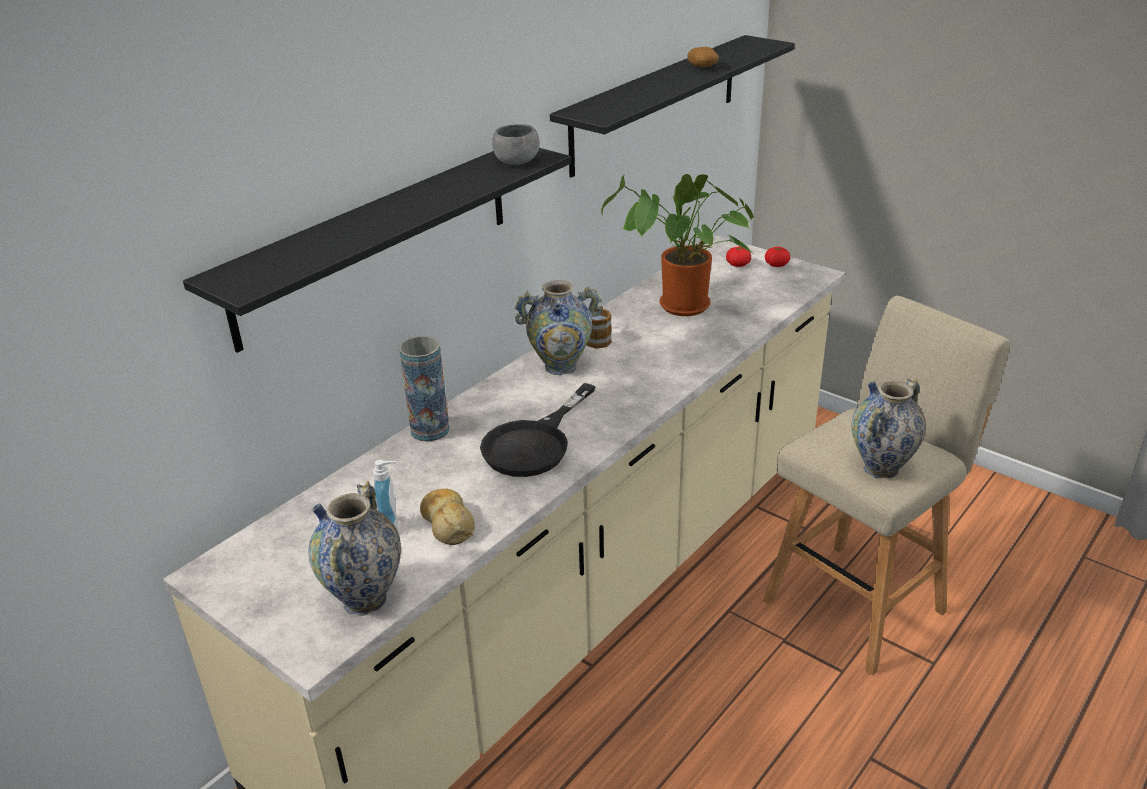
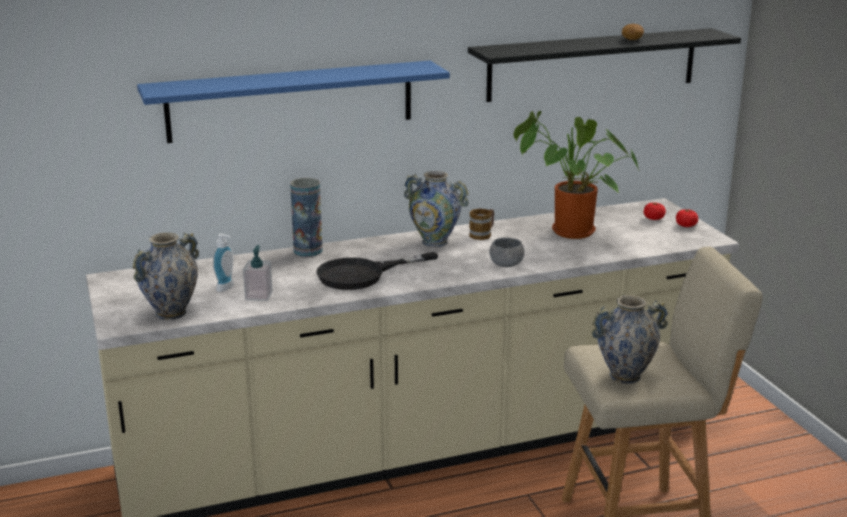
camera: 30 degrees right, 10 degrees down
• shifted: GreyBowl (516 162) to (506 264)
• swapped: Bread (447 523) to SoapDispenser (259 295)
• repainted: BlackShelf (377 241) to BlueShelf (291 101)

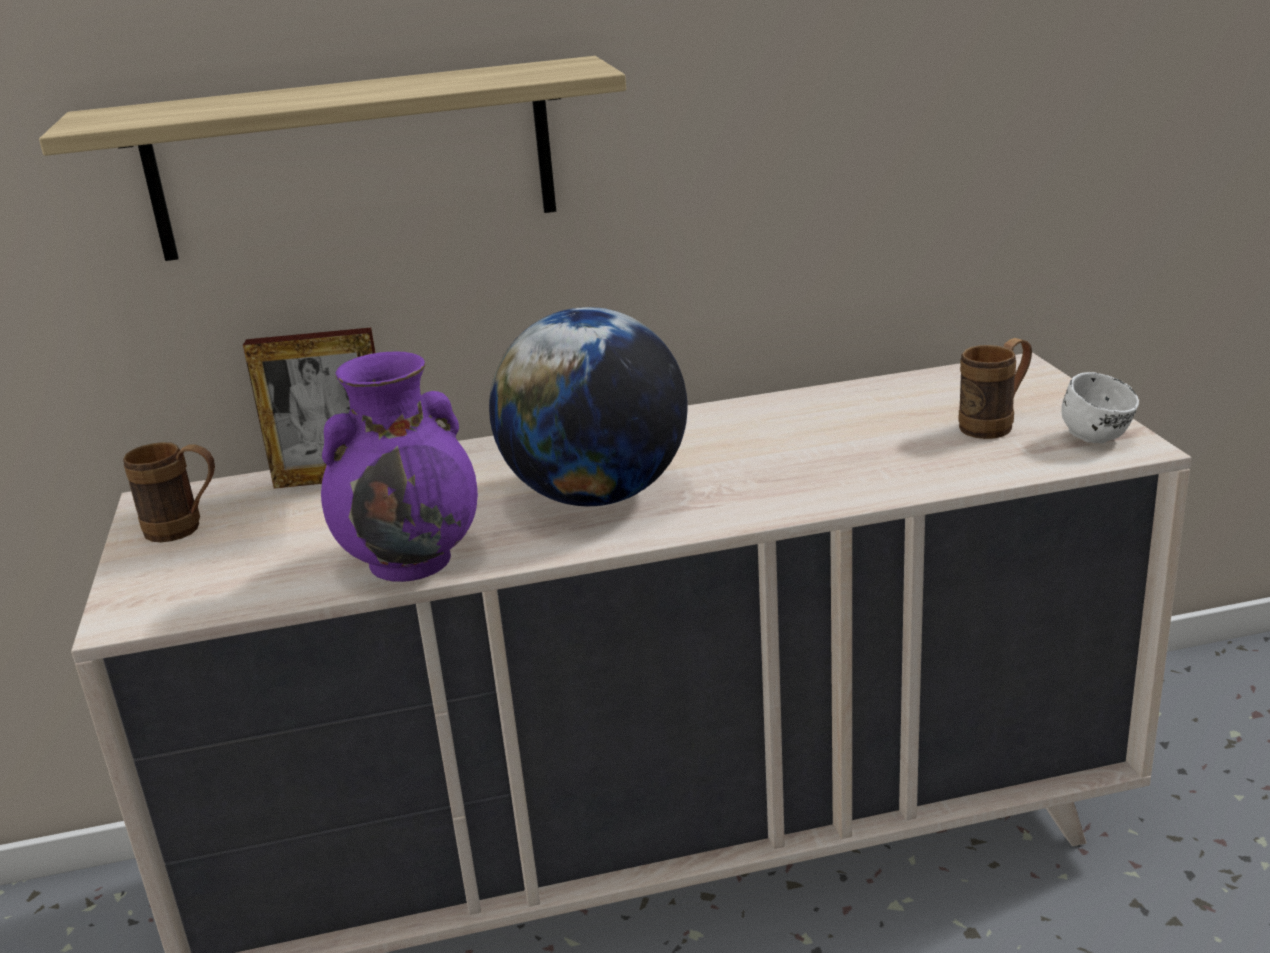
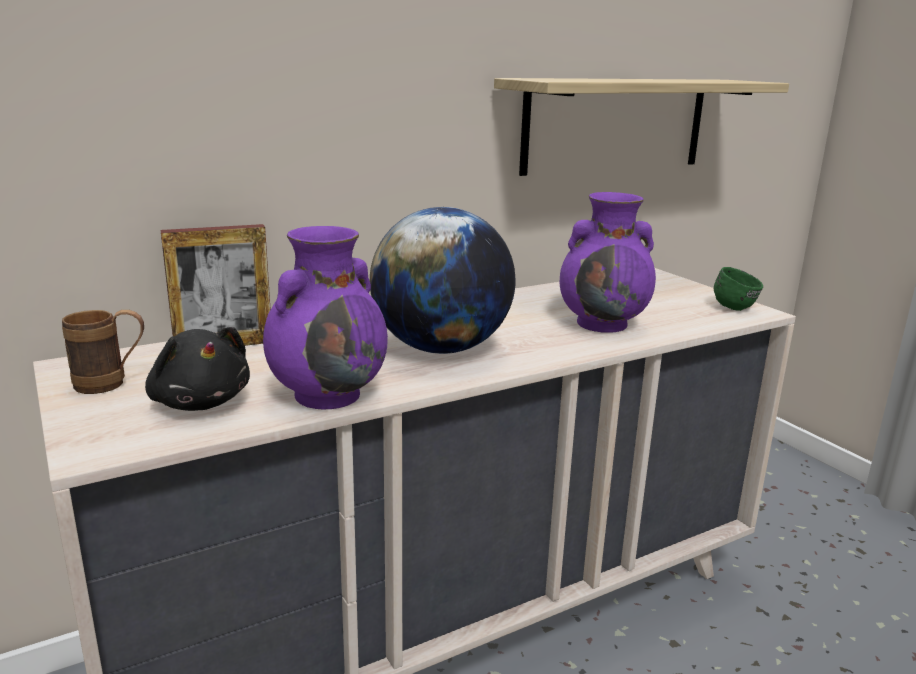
camera: 20 degrees left, 5 degrees down
• gone: BrownMug (995 425)
• new: BlackPlushToy (200 402)
• new: PurpleVase (603 324)
• shifted: Shelf (353 160) to (616 125)
• repainted: WhiteMug (1103 435) to GreenMug (737 306)

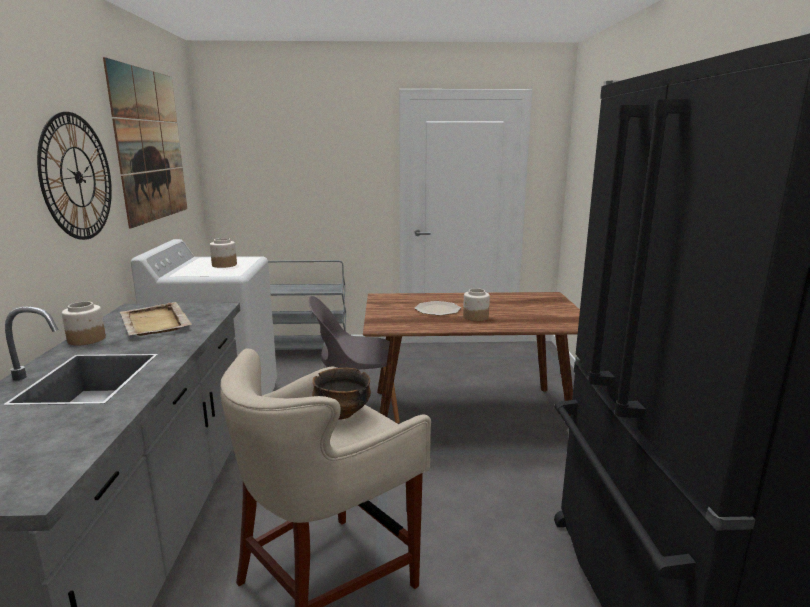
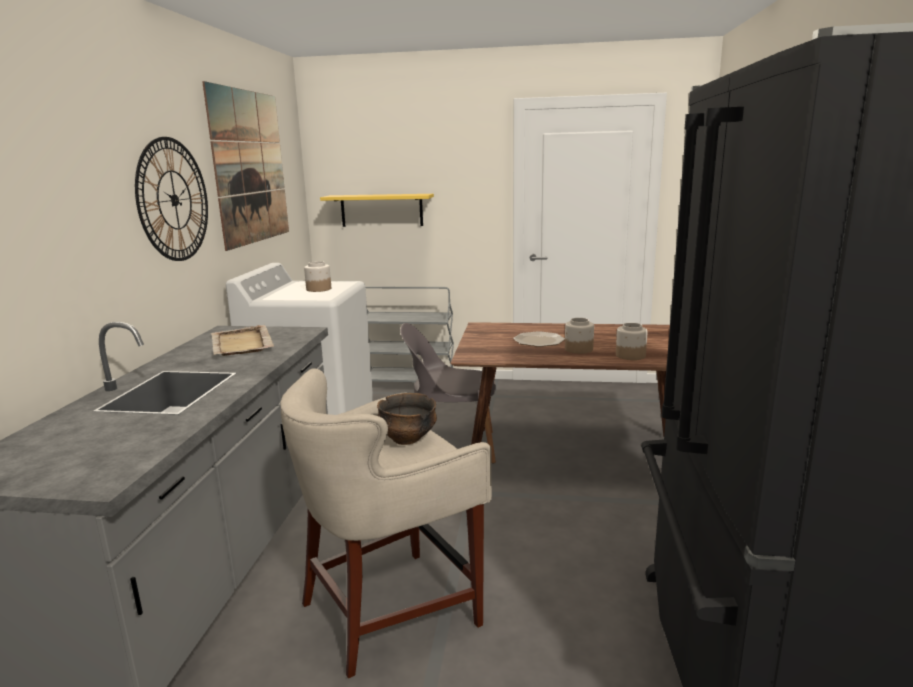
camera: 10 degrees right, 0 degrees up
• new: YellowShelf (381 210)
• shifted: Jar (86 339) to (630 355)

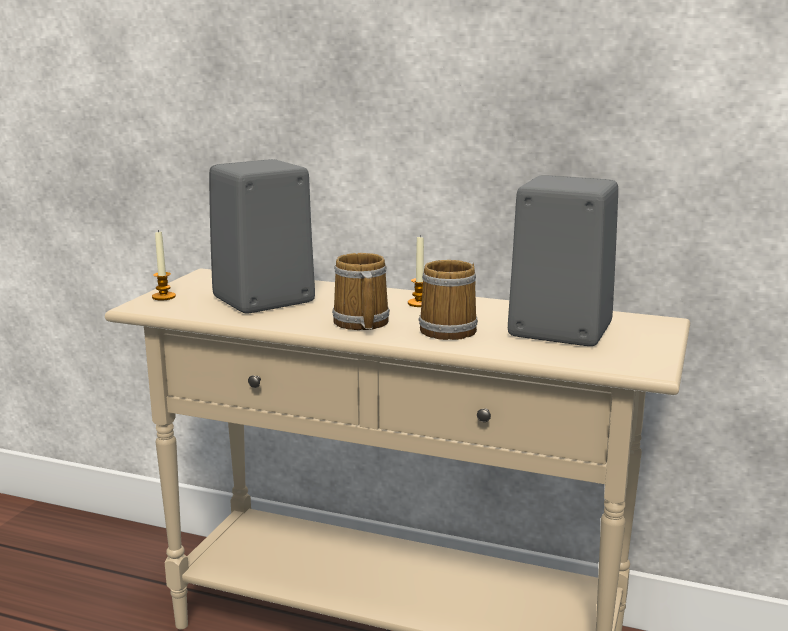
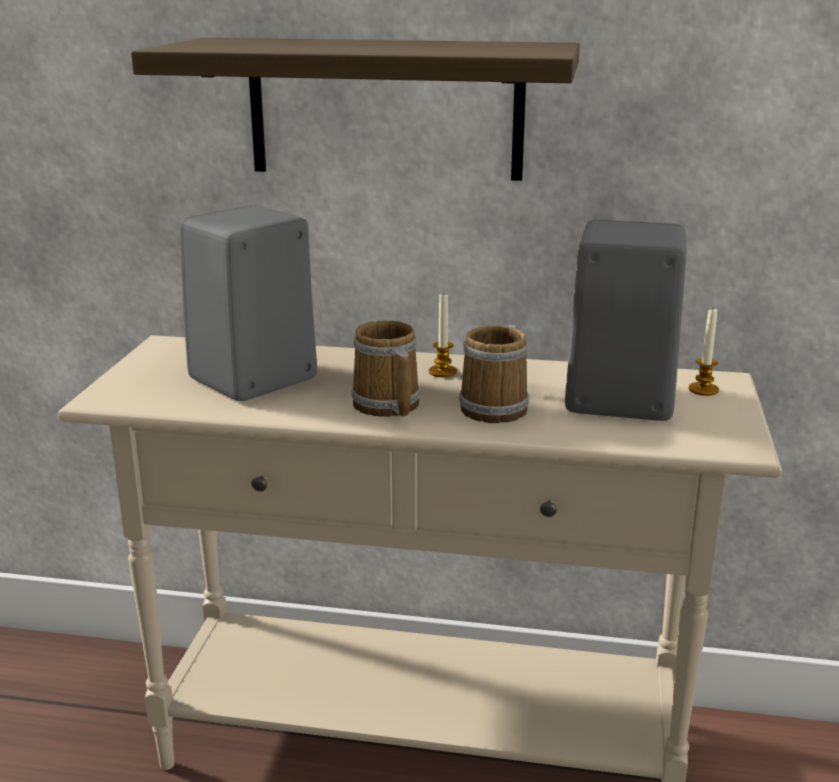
camera: 10 degrees left, 5 degrees up
• new: Shelf (385 109)
• shifted: Candle (163 297) to (703 390)

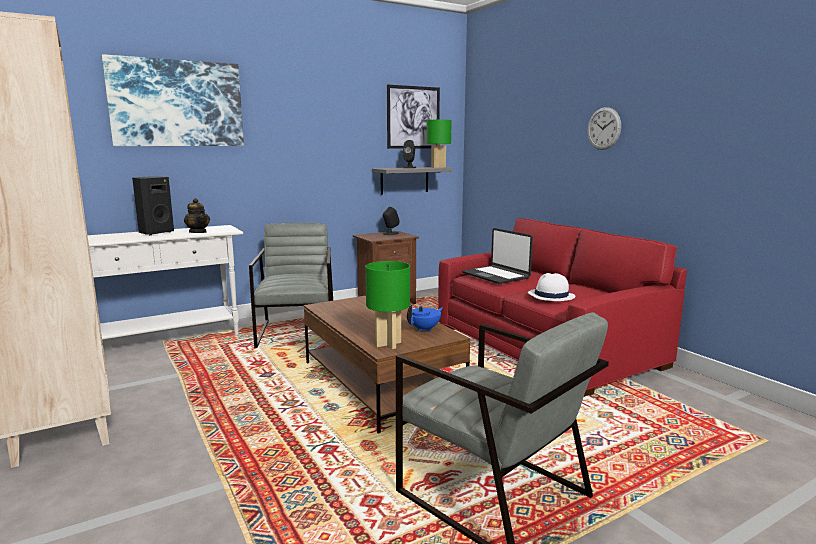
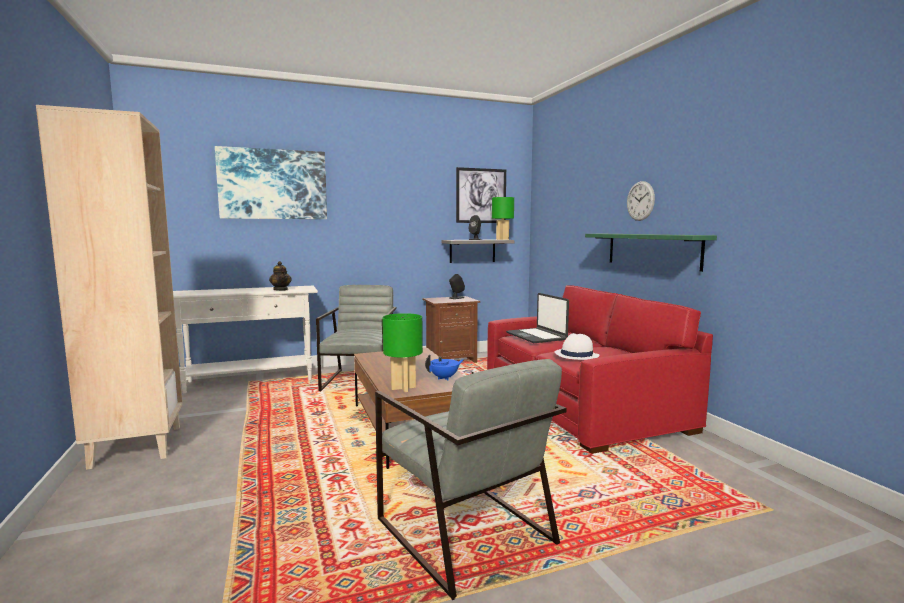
camera: 10 degrees right, 5 degrees down
• gone: BlackSpeaker (155 233)
• new: GreenShelf (652 250)

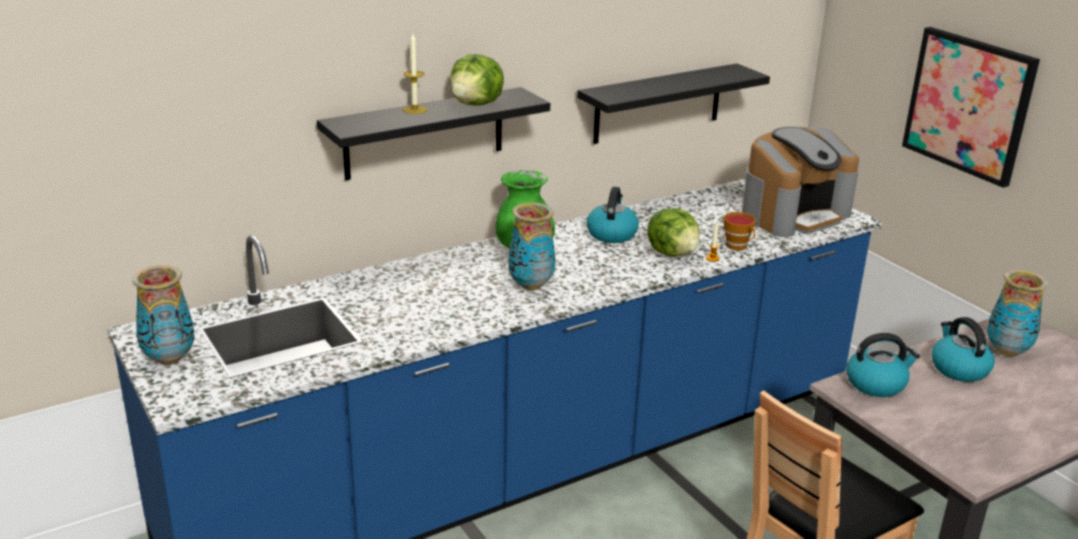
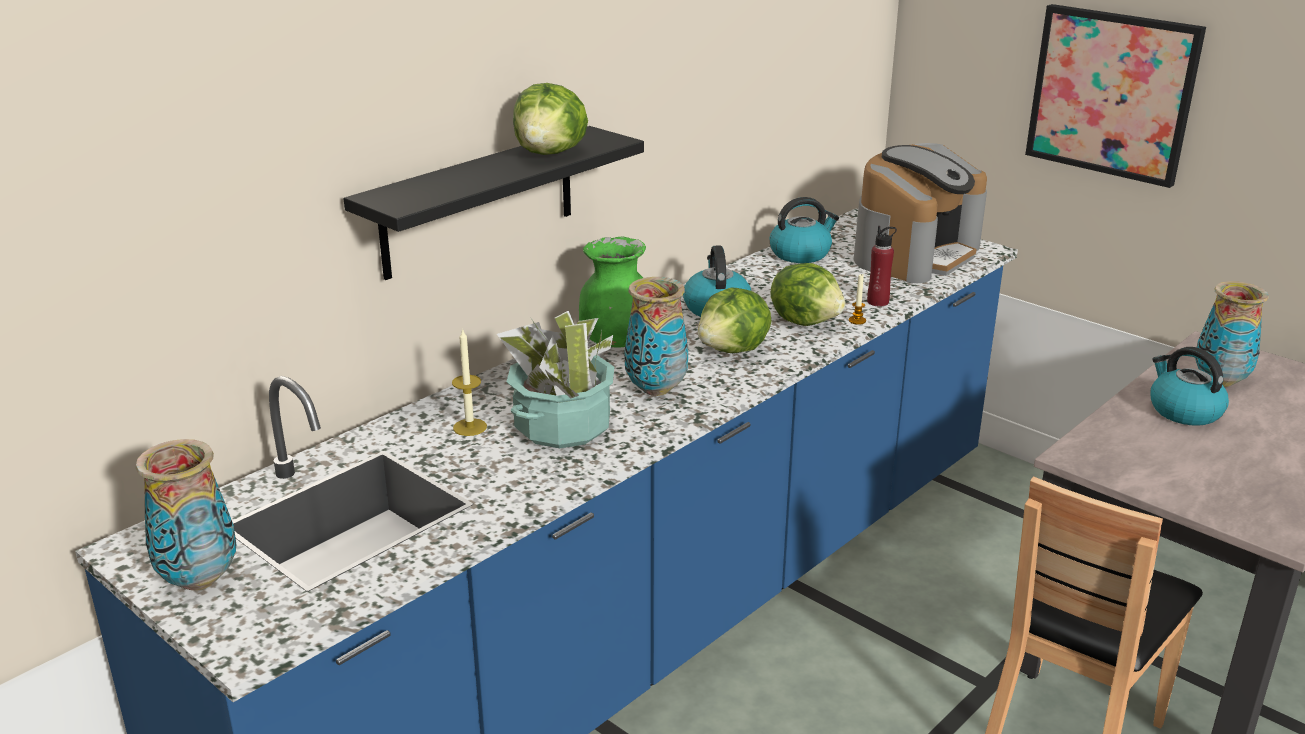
camera: 15 degrees left, 0 degrees up
• gone: BlackShelf (658 103)
• new: PottedPlant (562 427)
• new: Lettuce (734 350)
• shifted: Candle (415 110) to (470 427)
• shifted: Kettle (876 383) to (801 253)
• swapped: Cup (738 246) to RedBottle (878 302)

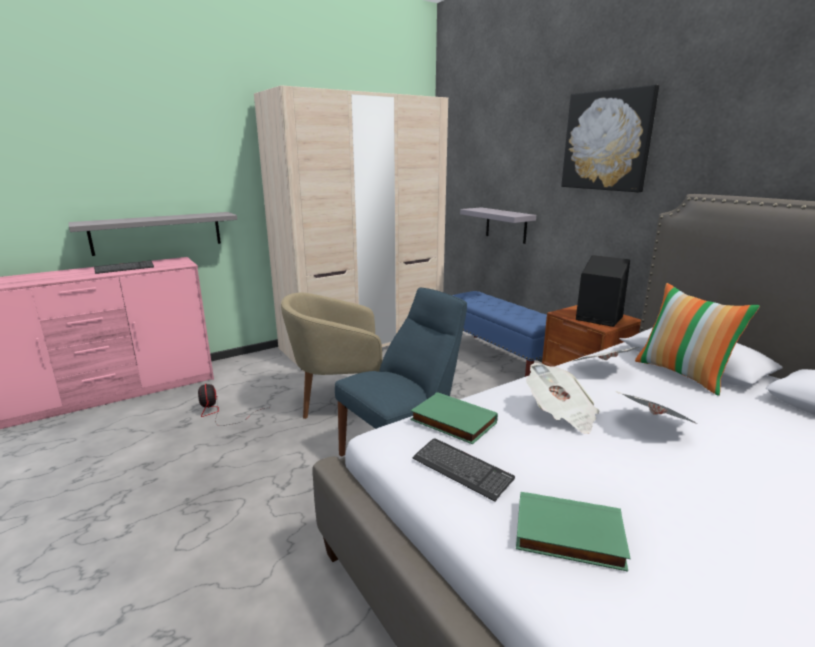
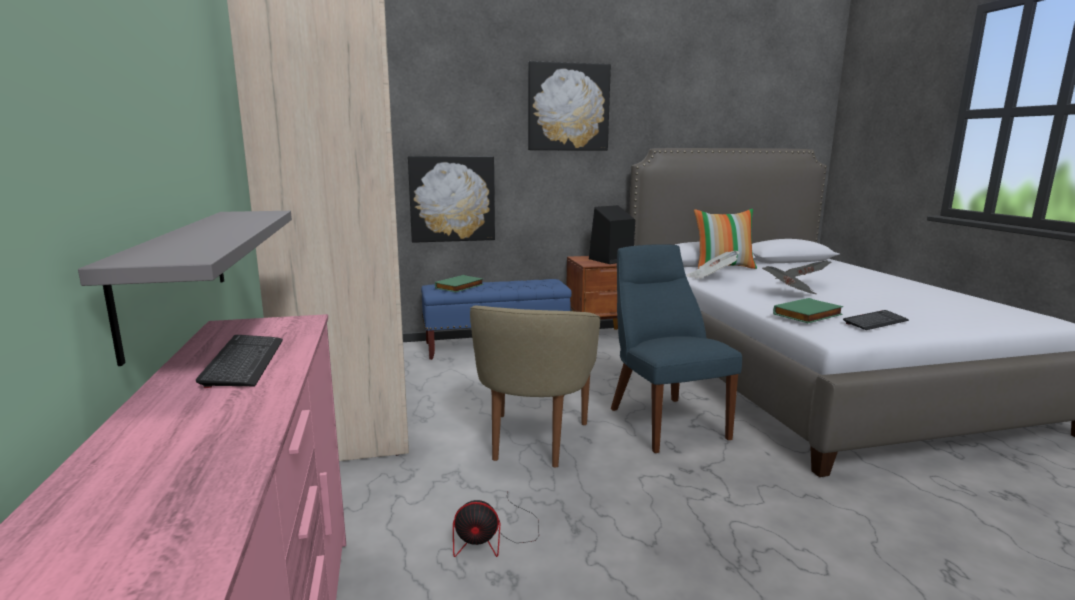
camera: 70 degrees left, 5 degrees down
• shifted: GreenBook (568 536) to (460 287)
• swapped: GreyShelf (506 225) to Picture (452 199)

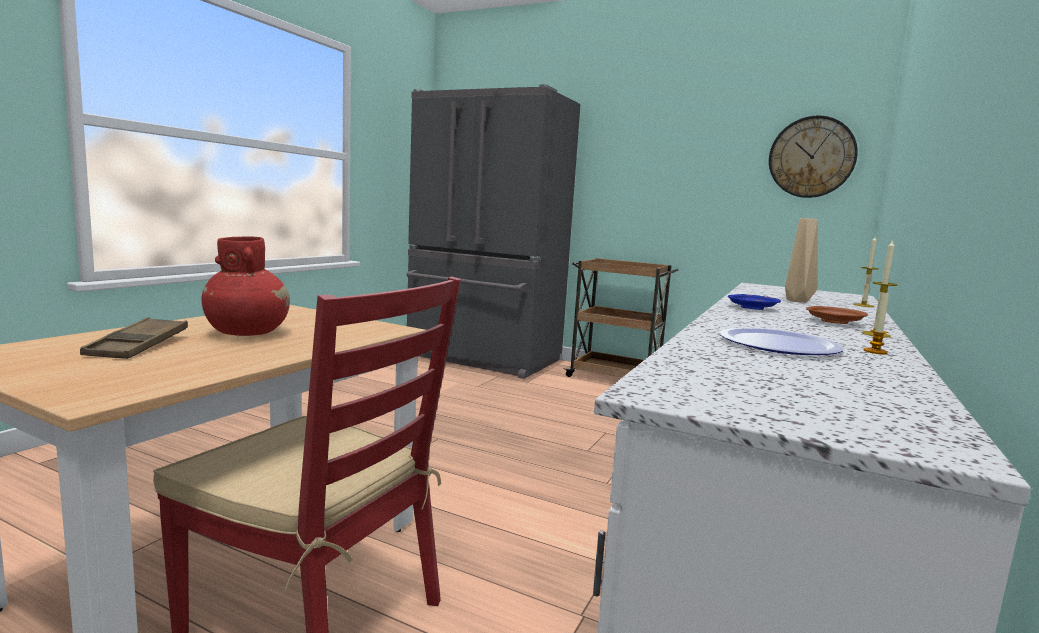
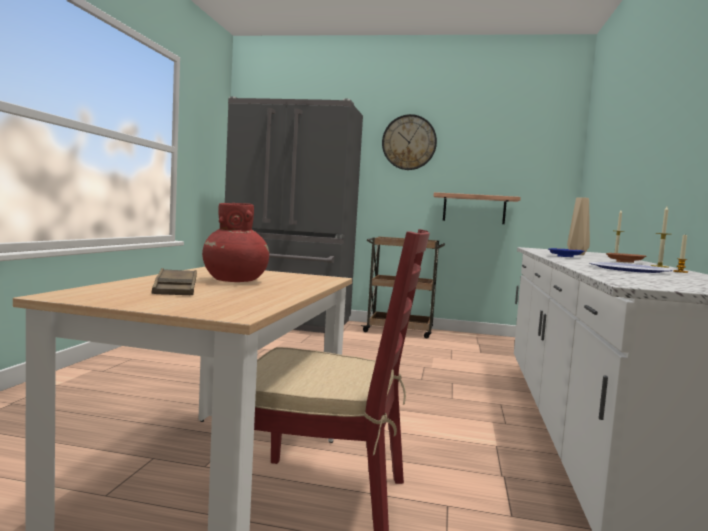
camera: 15 degrees left, 5 degrees down
• new: Shelf (474 209)
• shifted: WallClock (811 157) to (409 142)

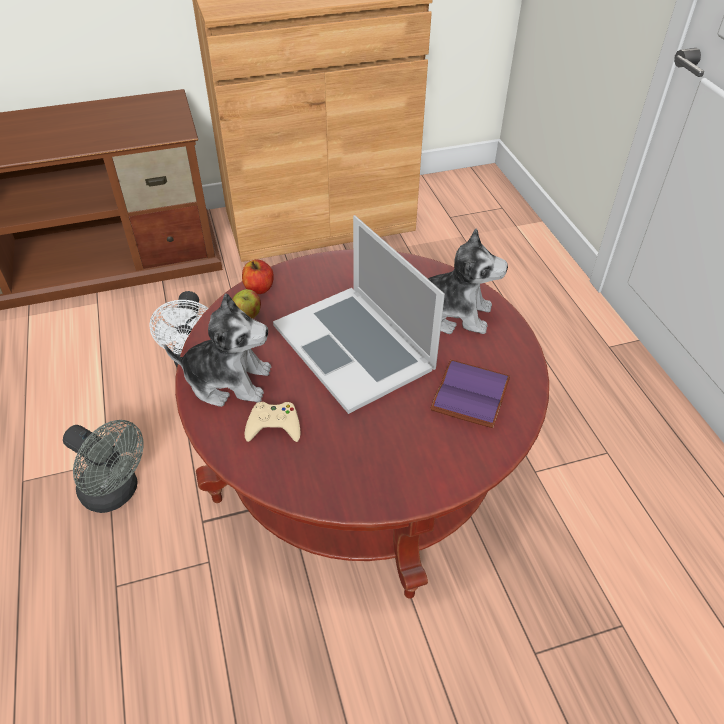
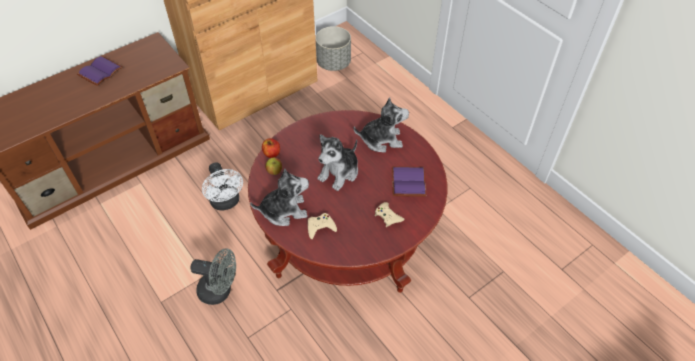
camera: 20 degrees left, 5 degrees up
• new: PurpleBook (100 72)
• new: GreyPlanter (333 63)
• new: BeigeGameController (388 216)
• swapped: Laptop (354 346) to PlushToy (339 173)

